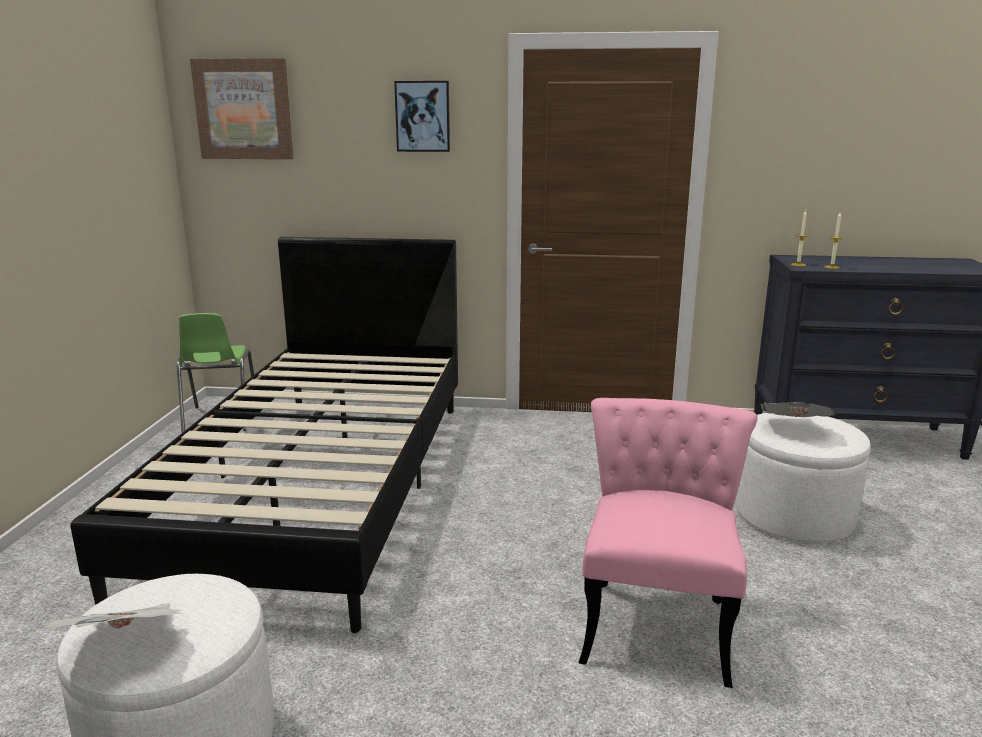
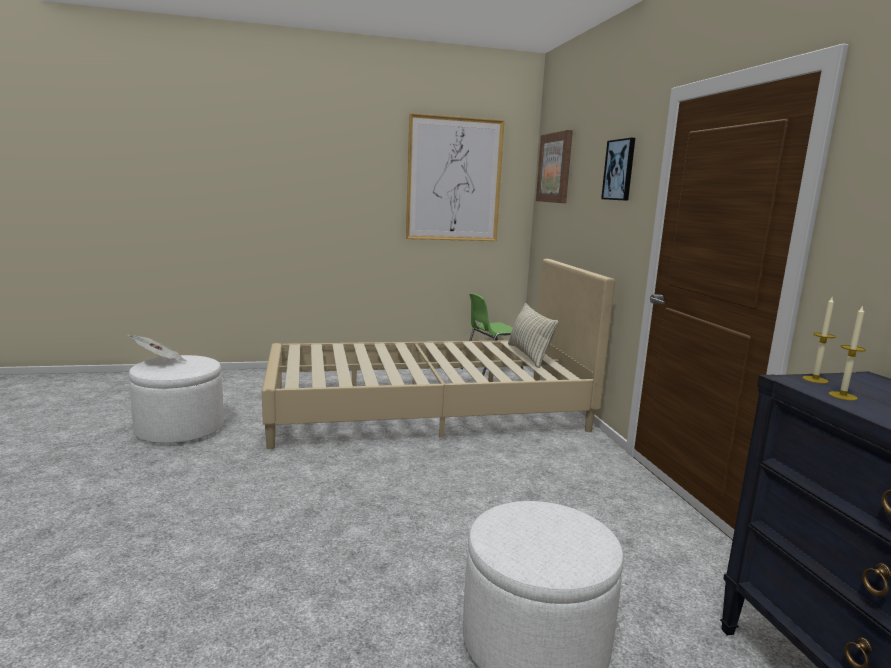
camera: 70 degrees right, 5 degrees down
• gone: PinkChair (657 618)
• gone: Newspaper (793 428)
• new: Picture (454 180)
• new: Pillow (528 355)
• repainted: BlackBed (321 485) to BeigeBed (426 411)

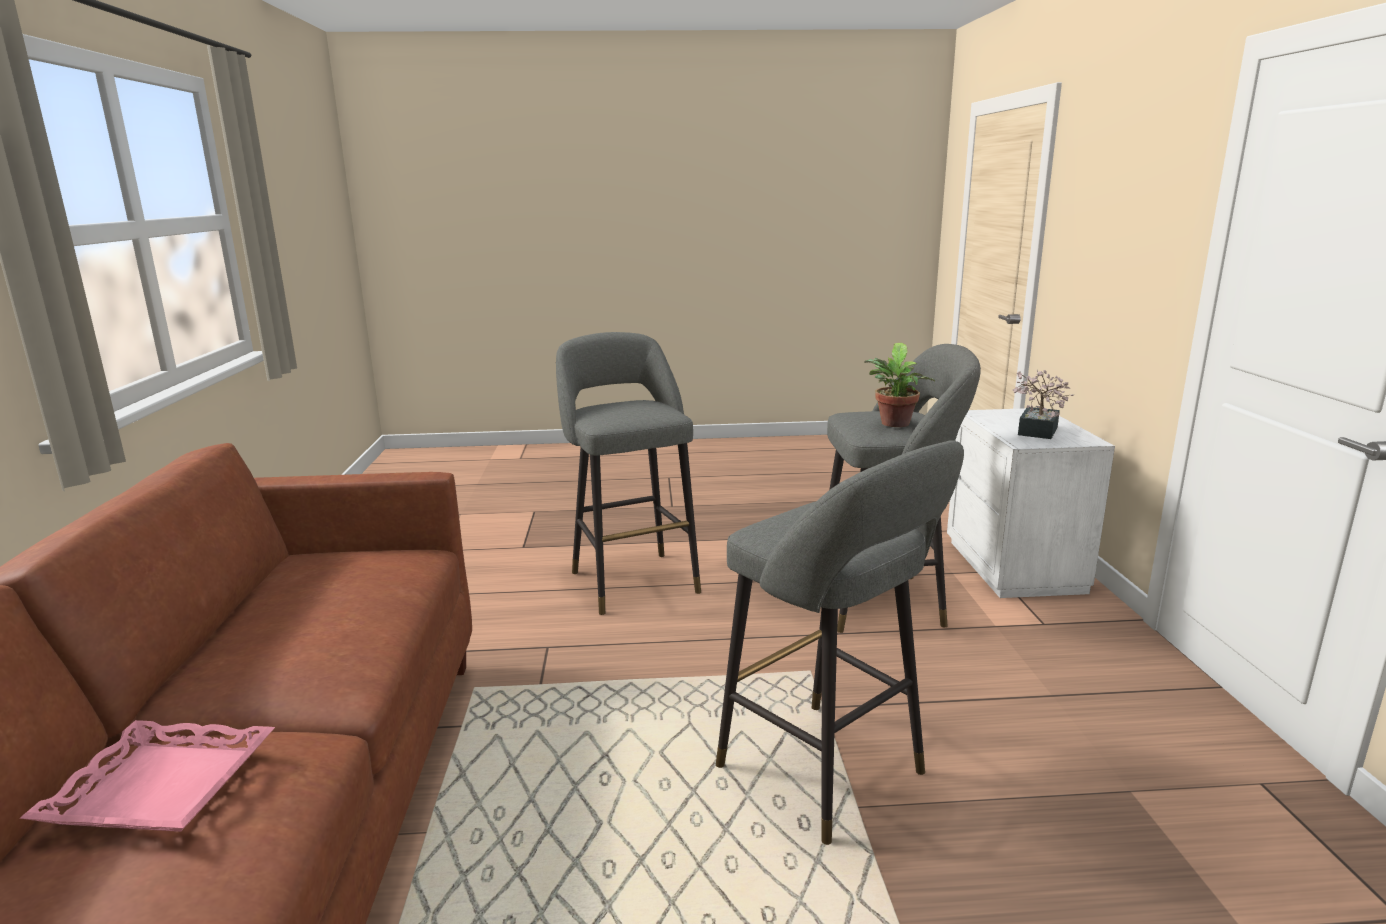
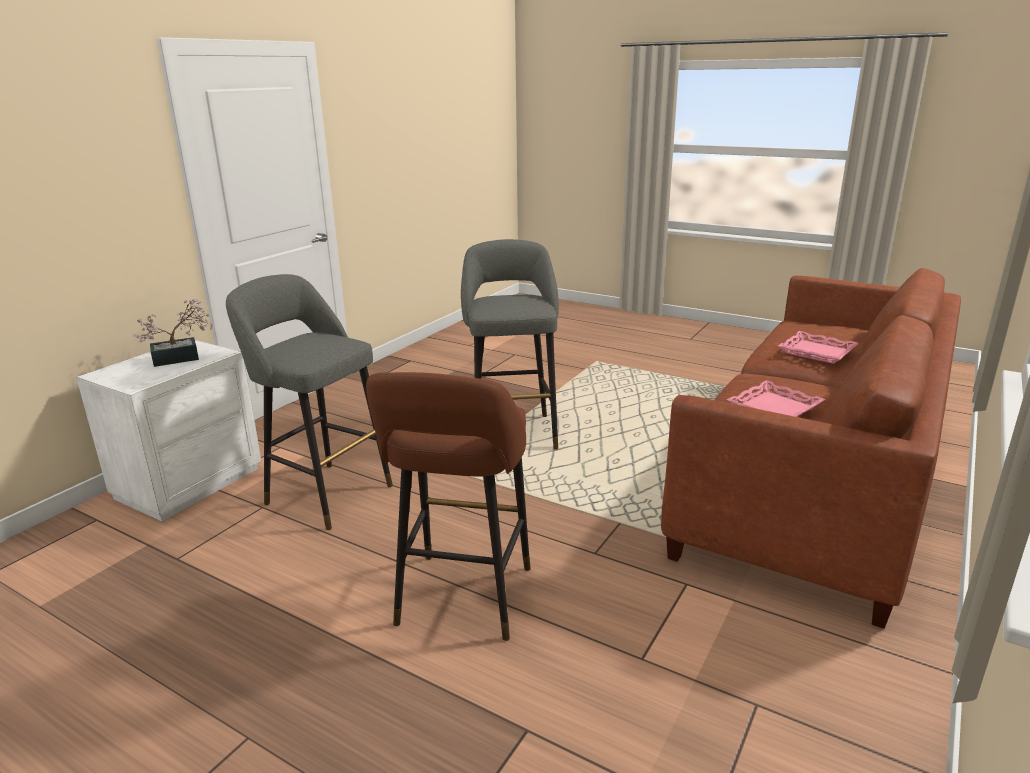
camera: 145 degrees left, 5 degrees up
• gone: PottedPlant (894 424)
• new: PinkTray (773 408)
• repainted: GreyStool (631 579) to BrownStool (462 601)

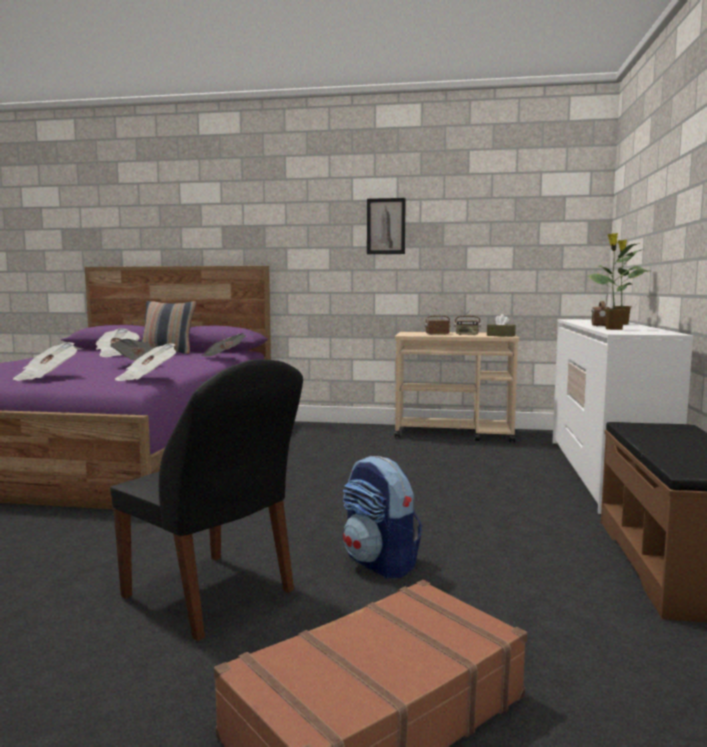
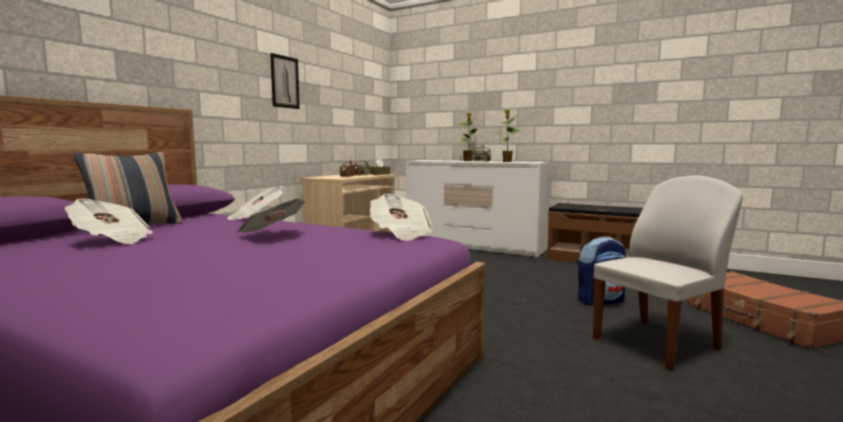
camera: 70 degrees left, 0 degrees up
• gone: Newspaper (46 377)
• repainted: BlackChair (211 596) to WhiteChair (658 343)

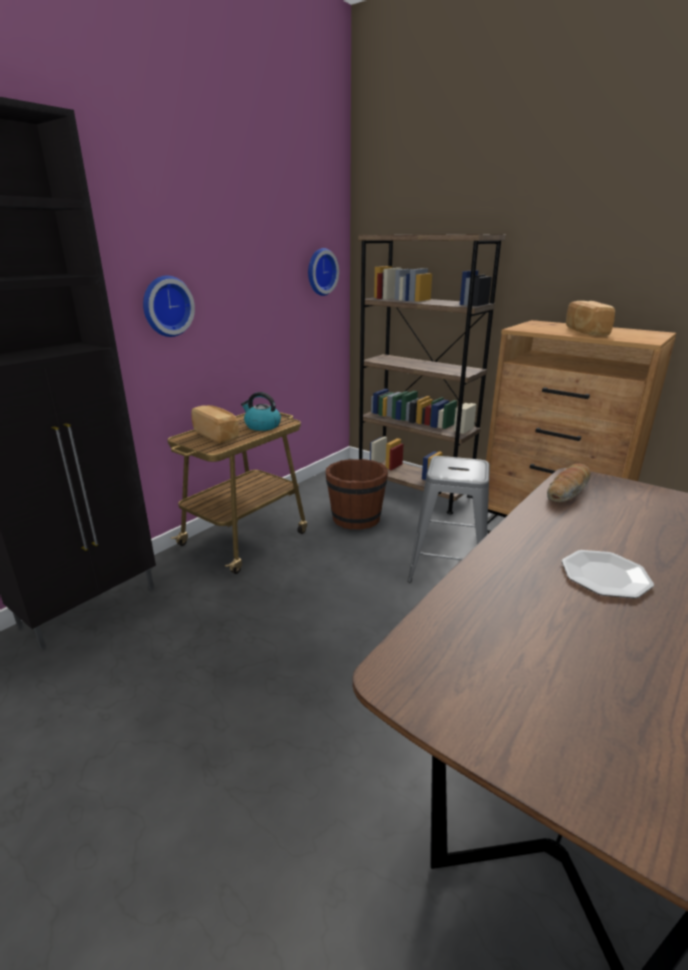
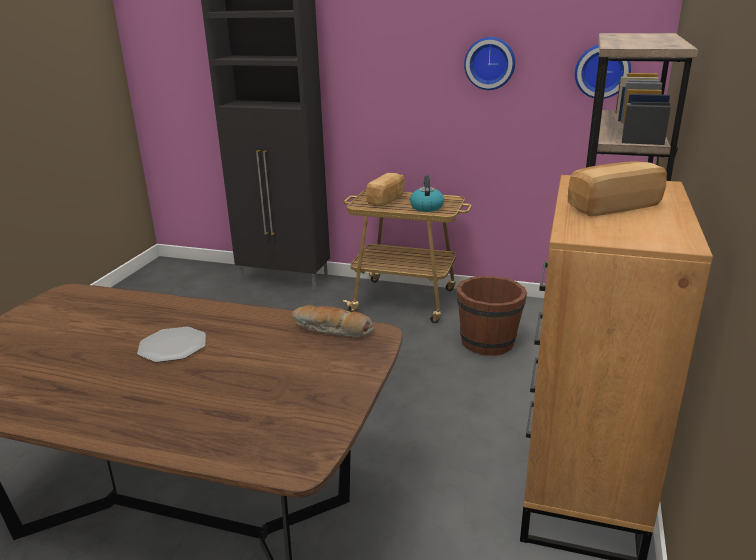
camera: 70 degrees right, 0 degrees up
• gone: GreyStool (448 567)
• shifted: WallClock (166 306) to (490 63)

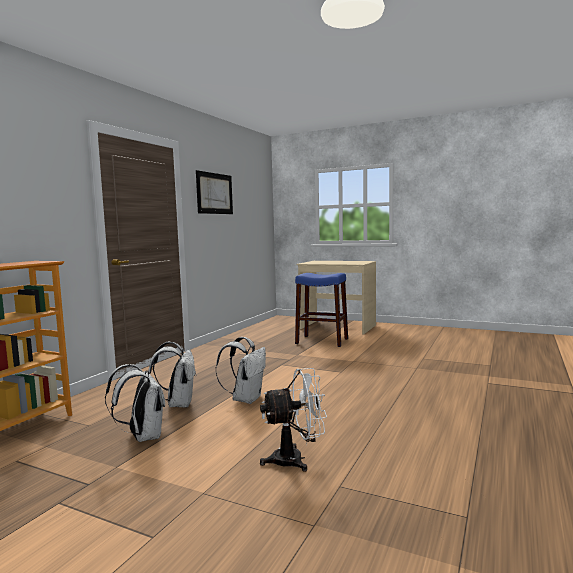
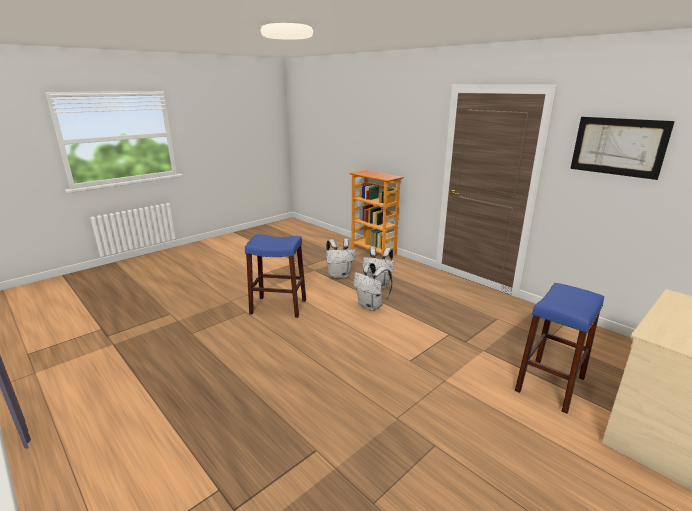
camera: 110 degrees right, 15 degrees up
• swapped: WhiteFan (295 459) to BlueStool (278 307)

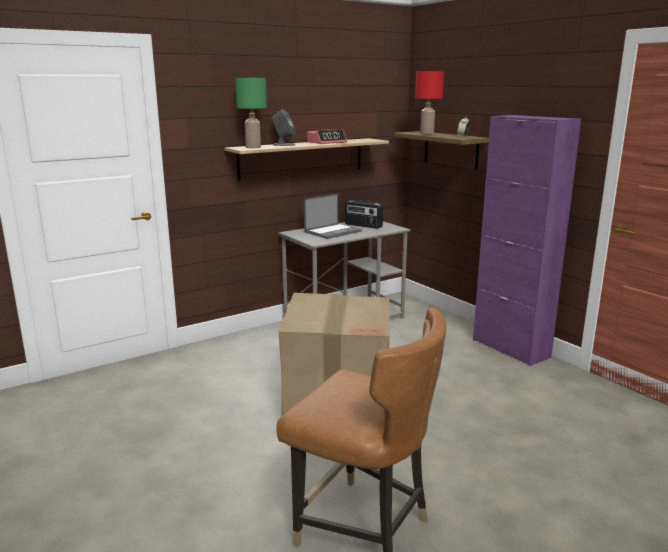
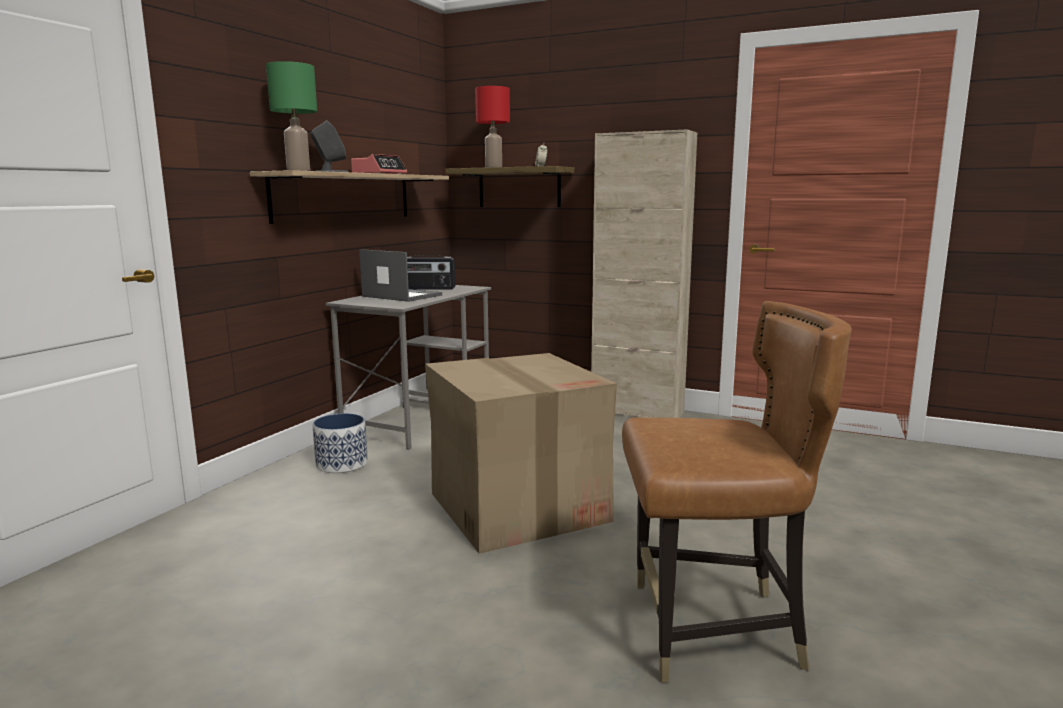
camera: 30 degrees left, 5 degrees down
• new: Planter (342 464)
• repainted: PurpleCabinet (510 348) to BeigeCabinet (637 411)
• rotated: Laptop (333 231) = (401 296) 75 degrees counterclockwise

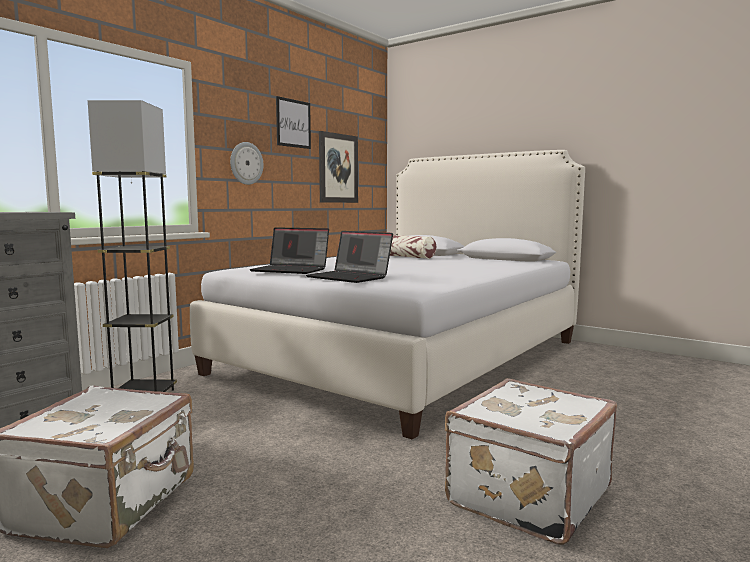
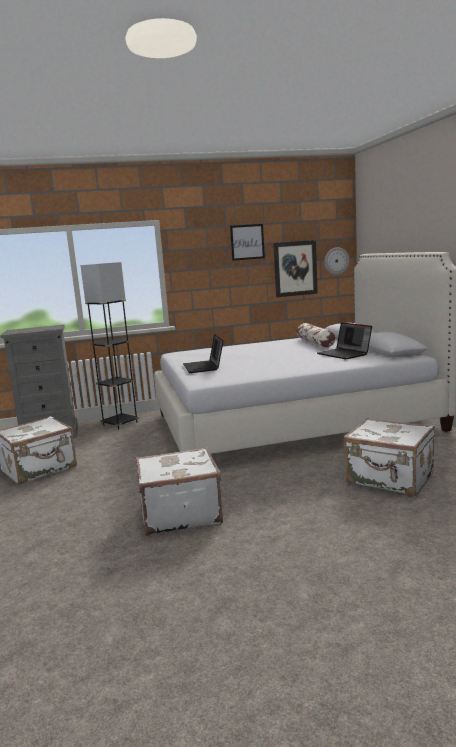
camera: 40 degrees right, 5 degrees up
• new: WhiteSuitcase (390 479)
• shifted: WallClock (246 163) to (336 261)
• shifted: Laptop (291 270) to (345 354)

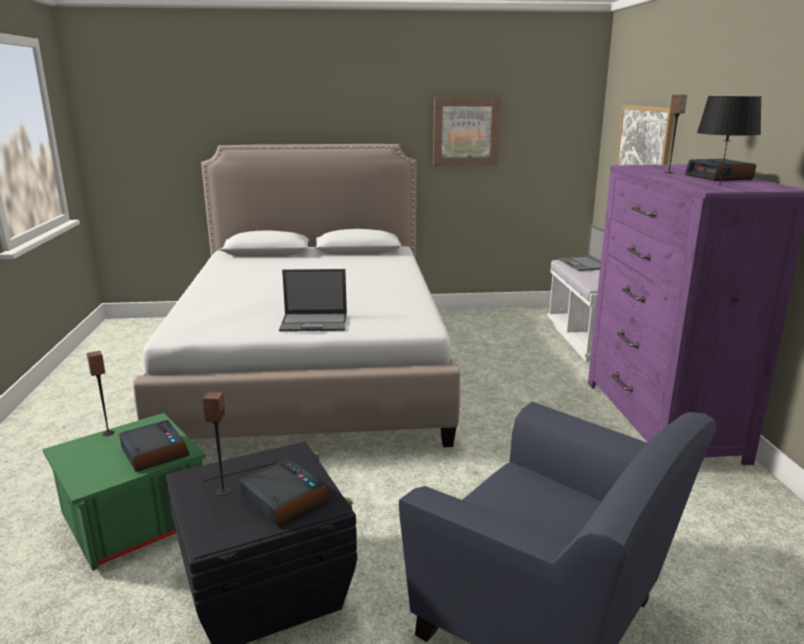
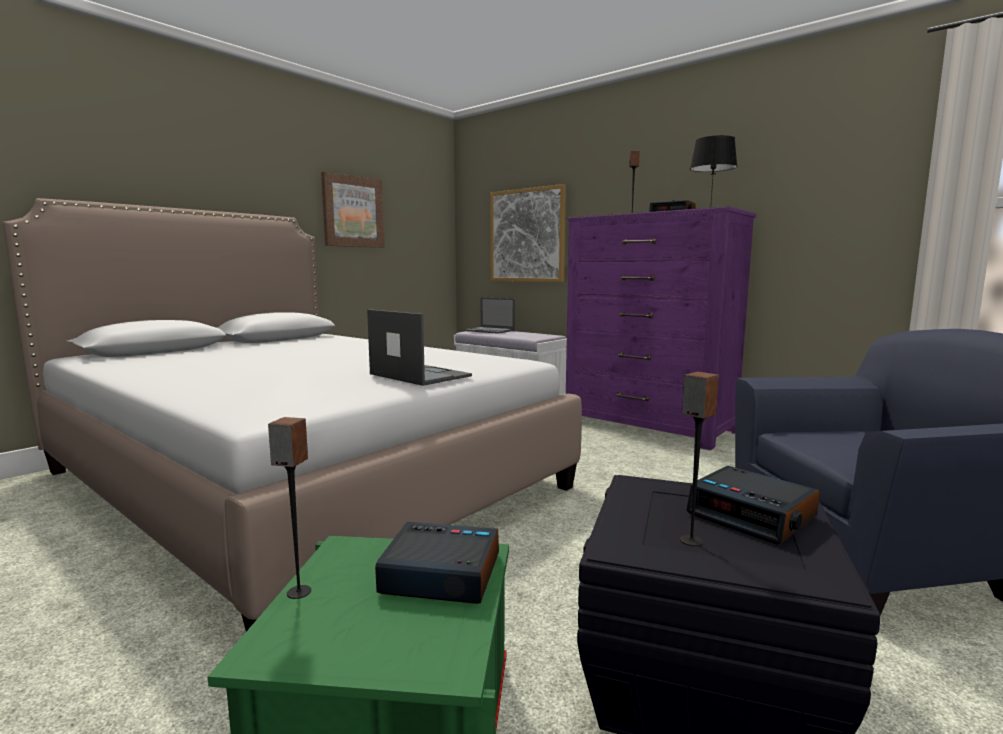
camera: 45 degrees left, 10 degrees down
• rotated: AlarmClock (284 499) = (753 515) 135 degrees counterclockwise
• rotated: Laptop (315 322) = (418 375) 90 degrees counterclockwise

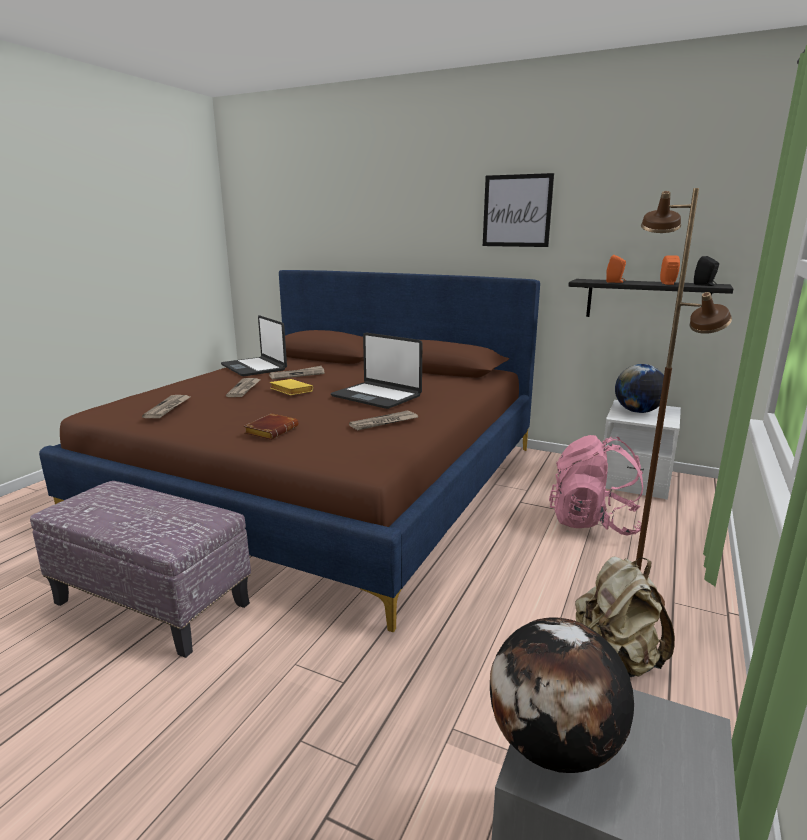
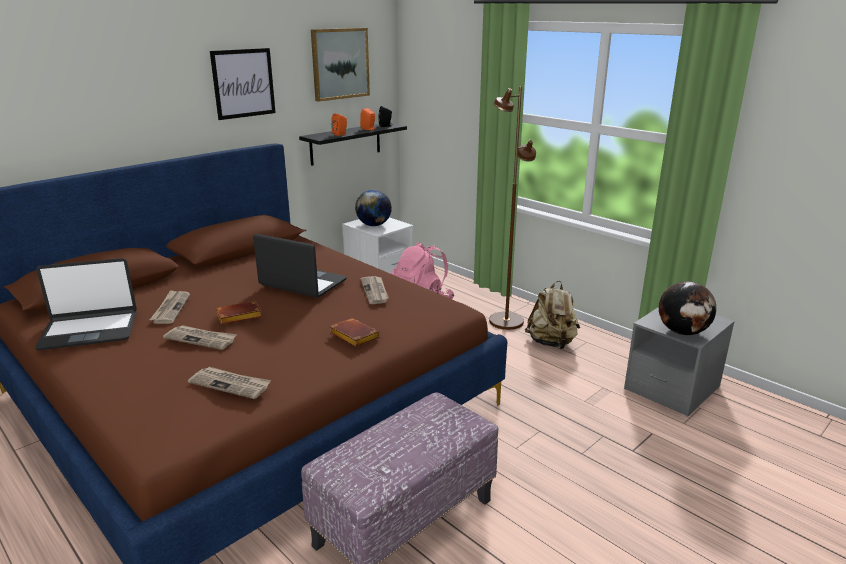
camera: 70 degrees left, 5 degrees up
• new: Picture (340 63)
• repainted: YellowBook (289 391) to BrownBook (238 317)
• rotated: Laptop (377 396) = (302 283) 120 degrees counterclockwise

